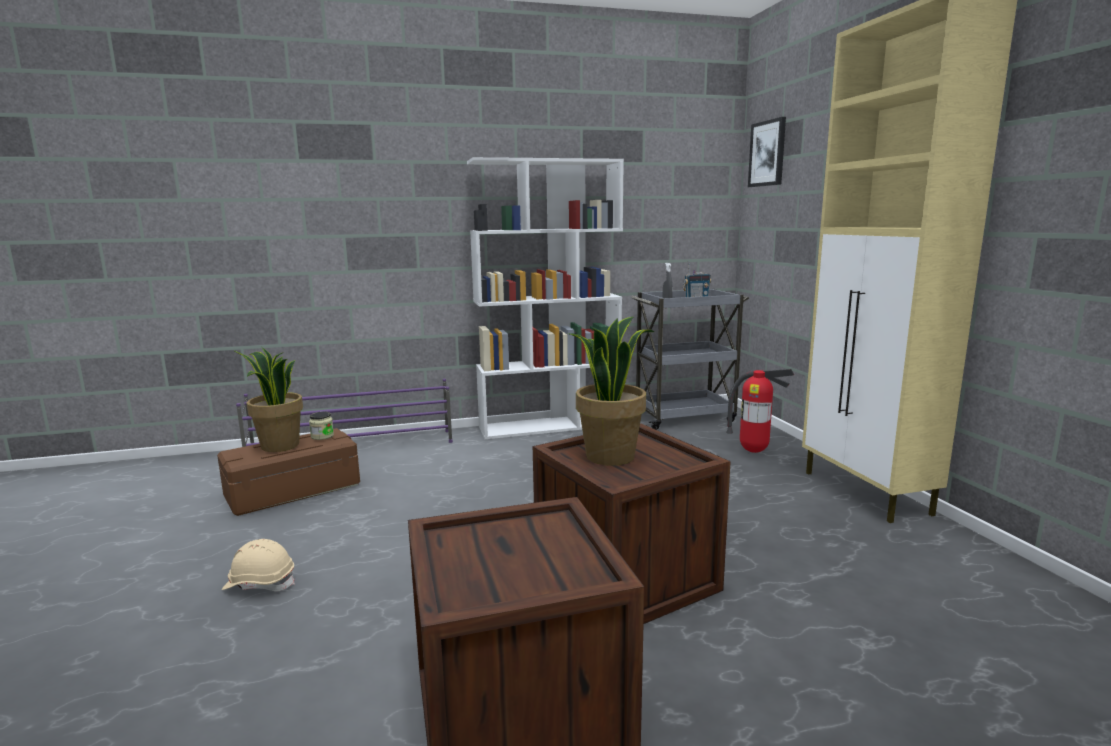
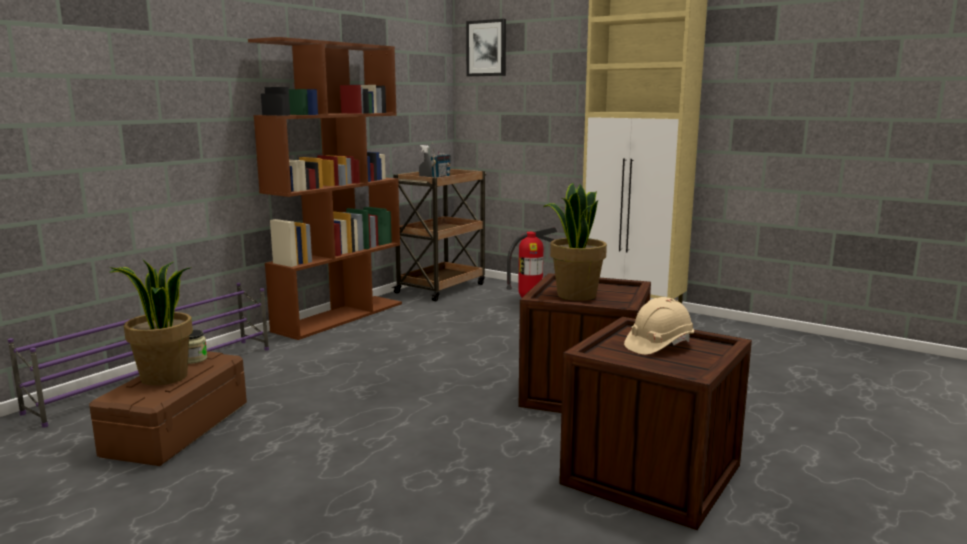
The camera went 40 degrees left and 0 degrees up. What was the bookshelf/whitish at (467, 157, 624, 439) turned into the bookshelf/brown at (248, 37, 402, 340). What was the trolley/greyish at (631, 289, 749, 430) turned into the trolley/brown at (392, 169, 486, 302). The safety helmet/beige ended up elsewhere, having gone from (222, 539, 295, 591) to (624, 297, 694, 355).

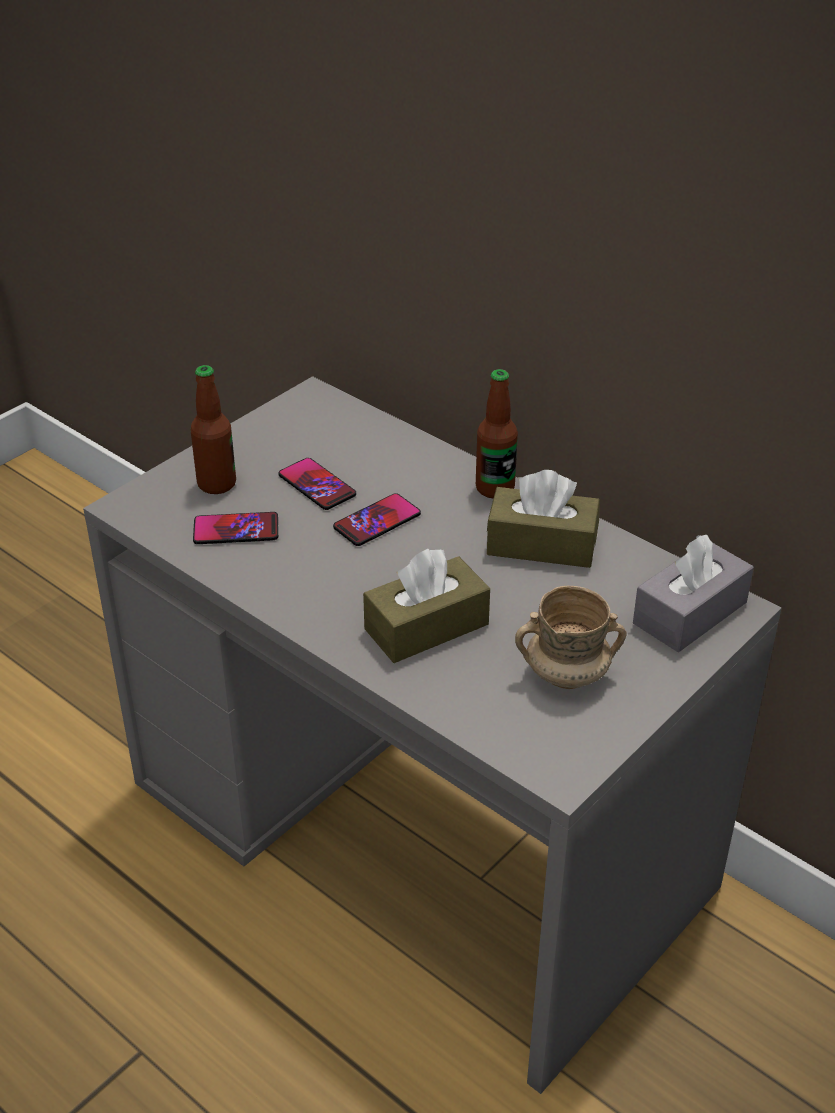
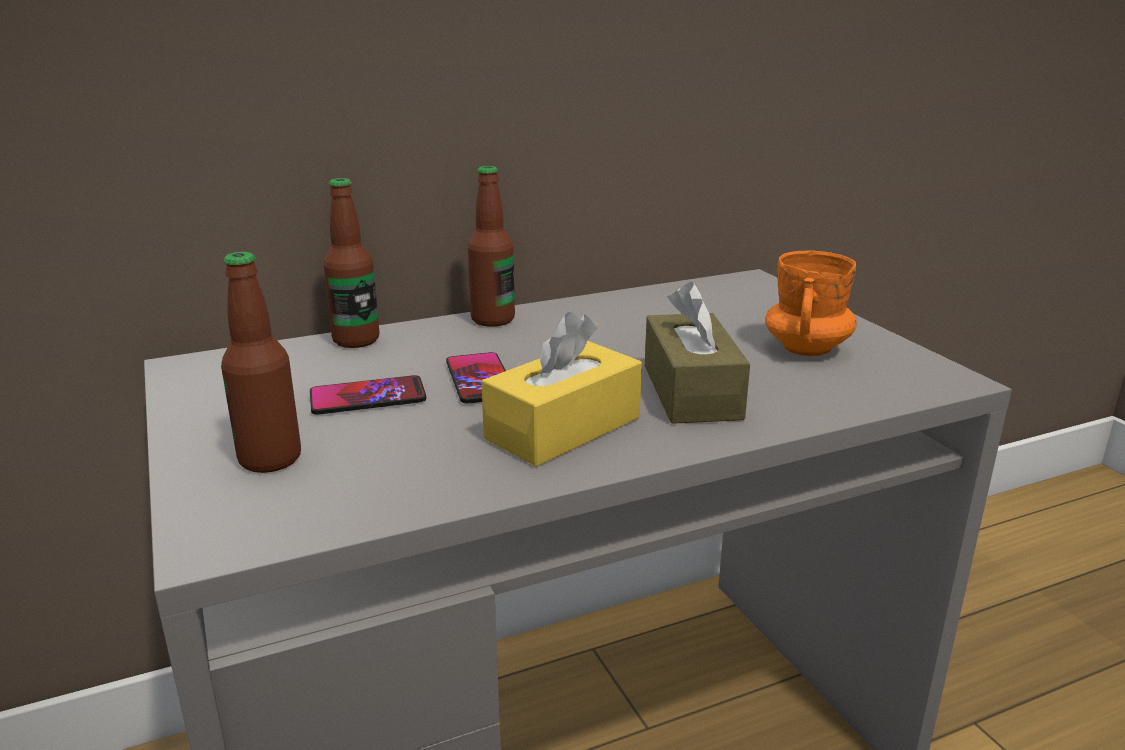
The camera went 65 degrees left and 15 degrees down. The second view lost the tissue holder/brown at (487, 470, 600, 568). The second view lost the handset at (193, 512, 278, 544). The second view lost the tissue holder/greyish at (633, 535, 754, 652). What was the coffee mug/beige at (515, 586, 626, 689) turned into the coffee mug/orangey at (765, 251, 857, 356). The second view gained the beverage bottle at (323, 178, 380, 348). The second view gained the tissue holder/yellowish at (481, 312, 642, 467).

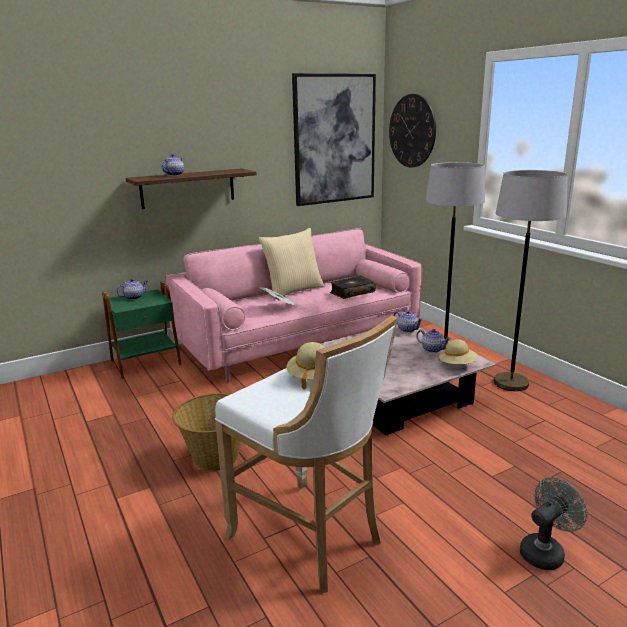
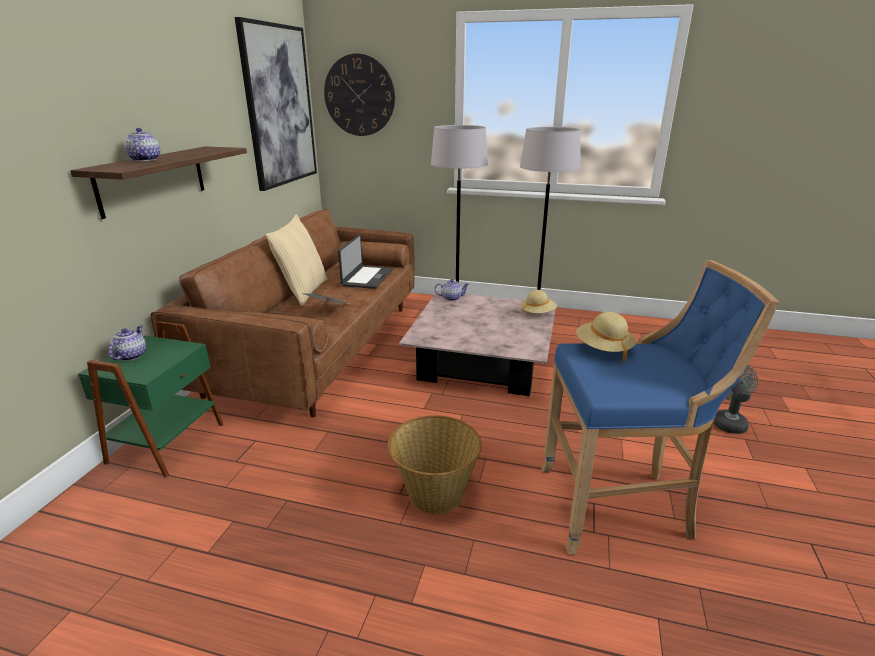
The camera went 45 degrees left and 5 degrees up. What was the settee/pinkish at (165, 228, 422, 382) turned into the settee/brown at (150, 209, 415, 417). Where the book stood at (330, 276, 376, 299), the portable computer came to stand at (338, 235, 393, 289). What was the stool/whitish at (215, 315, 398, 593) turned into the stool/blue at (541, 260, 779, 555). The second view lost the pot for tea at (416, 329, 451, 353).

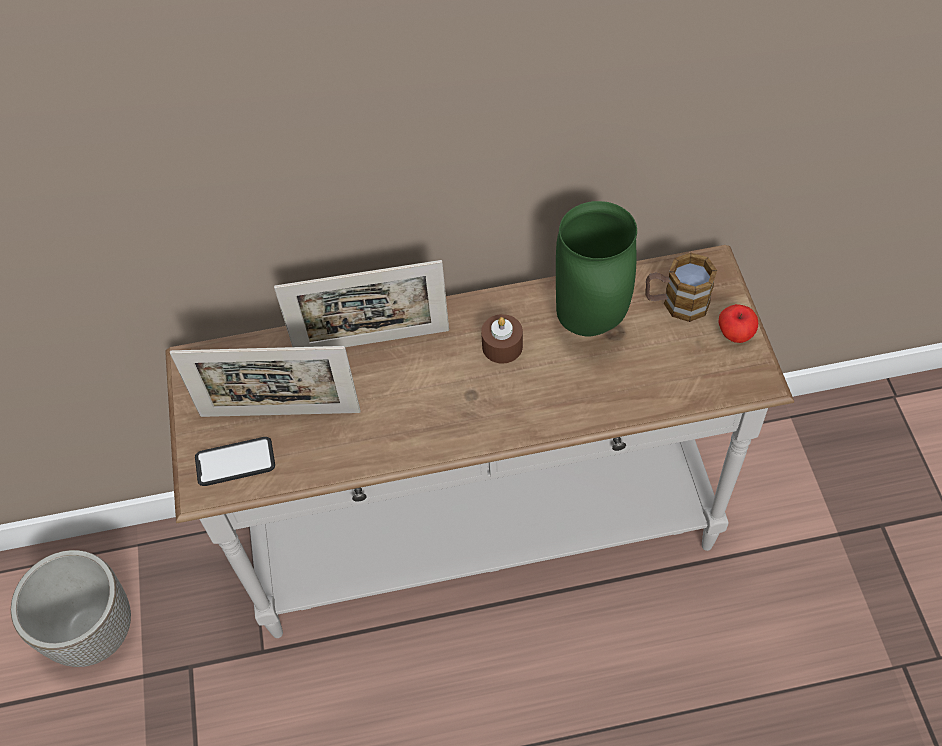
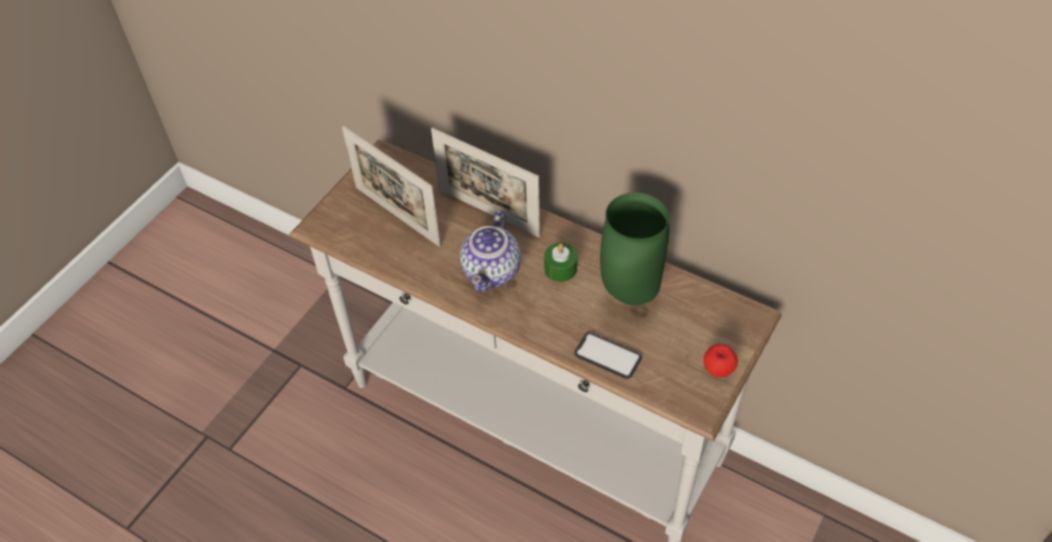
The camera went 40 degrees right and 5 degrees down. The second view lost the coffee mug at (646, 252, 717, 322). What was the candle/brown at (481, 314, 523, 363) turned into the candle/greenish at (544, 243, 577, 282). The handset ended up elsewhere, having gone from (195, 437, 275, 486) to (574, 332, 642, 379). The second view lost the planter at (11, 550, 131, 667). The second view gained the pot for tea at (460, 210, 521, 292).

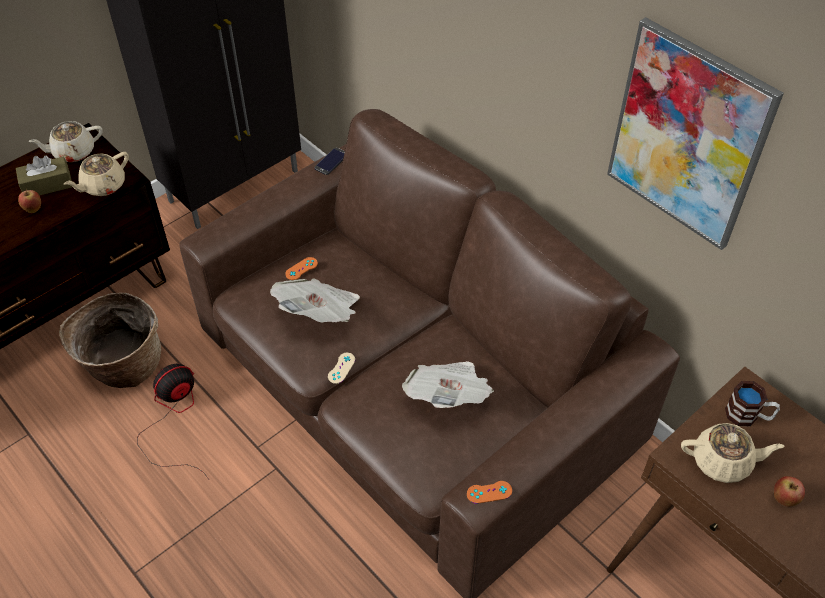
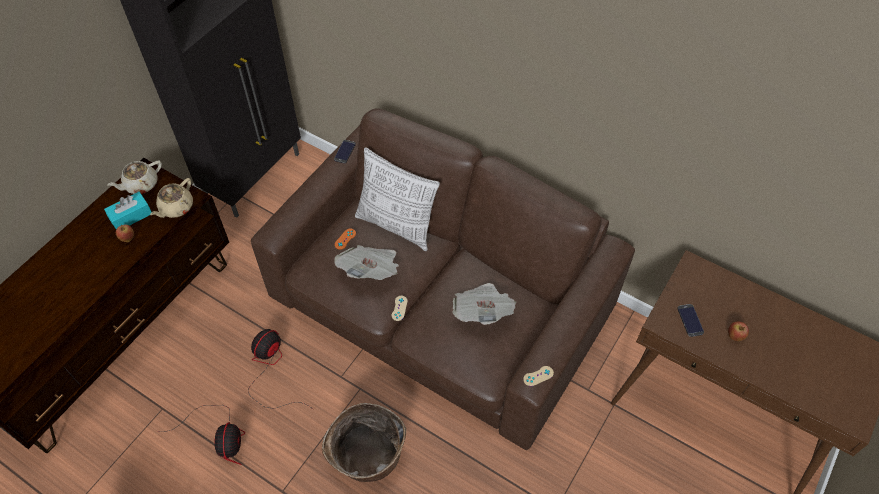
The camera went 15 degrees left and 5 degrees up. The second view lost the wall picture at (607, 17, 784, 250). What was the tissue holder/brown at (16, 156, 72, 195) turned into the tissue holder/blue-green at (104, 192, 152, 229). The household basket ended up elsewhere, having gone from (59, 293, 161, 388) to (322, 403, 406, 482). The second view lost the coffee mug at (725, 381, 780, 426). Where the pot for tea/beige stood at (681, 423, 784, 483), the handset came to stand at (677, 304, 704, 337). What was the game controller/orangey at (467, 481, 512, 504) turned into the game controller/beige at (523, 366, 554, 386). The second view gained the cushion at (355, 147, 440, 251). The second view gained the electric fan at (160, 405, 245, 465).

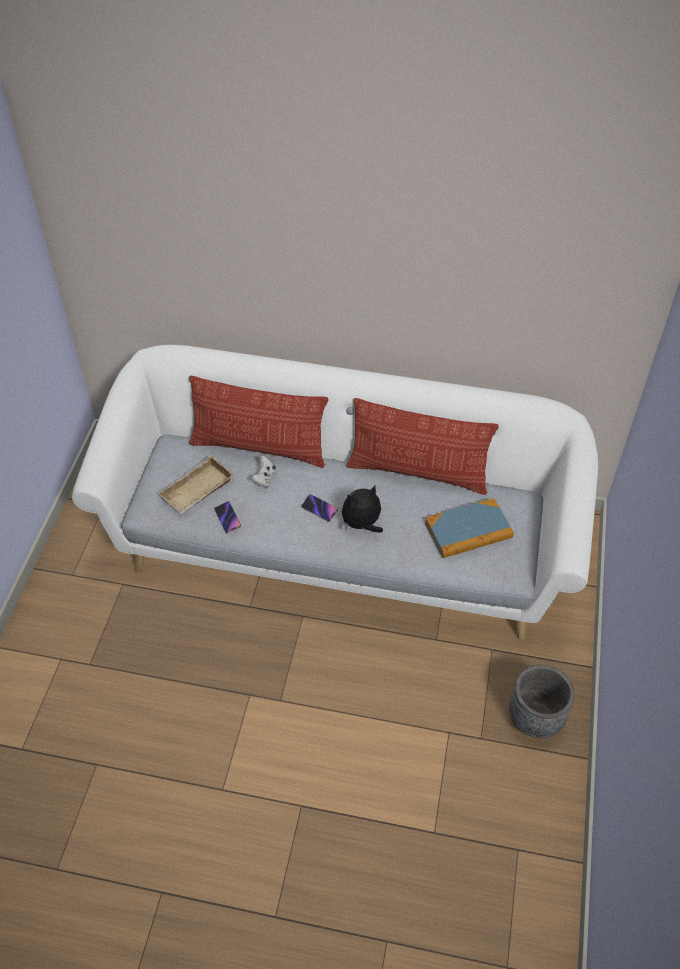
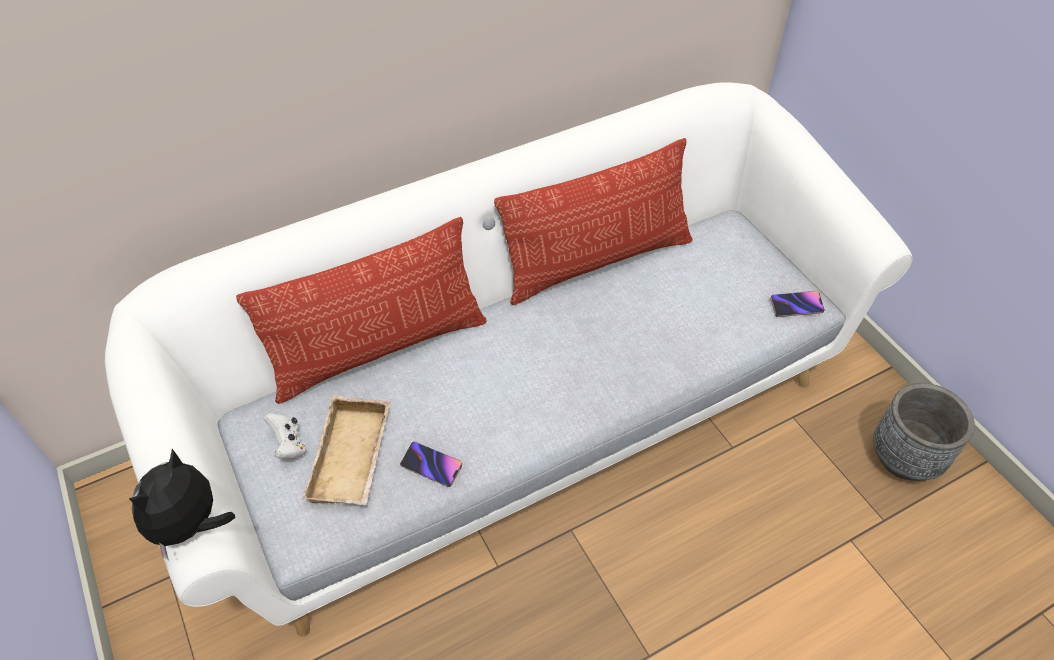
The camera went 40 degrees left and 0 degrees up. The game controller/whitish ended up elsewhere, having gone from (251, 456, 276, 488) to (263, 413, 307, 459). The soft toy ended up elsewhere, having gone from (342, 486, 383, 533) to (129, 449, 235, 560). The handset ended up elsewhere, having gone from (301, 494, 338, 522) to (770, 291, 825, 317). The second view lost the book at (425, 498, 514, 558).

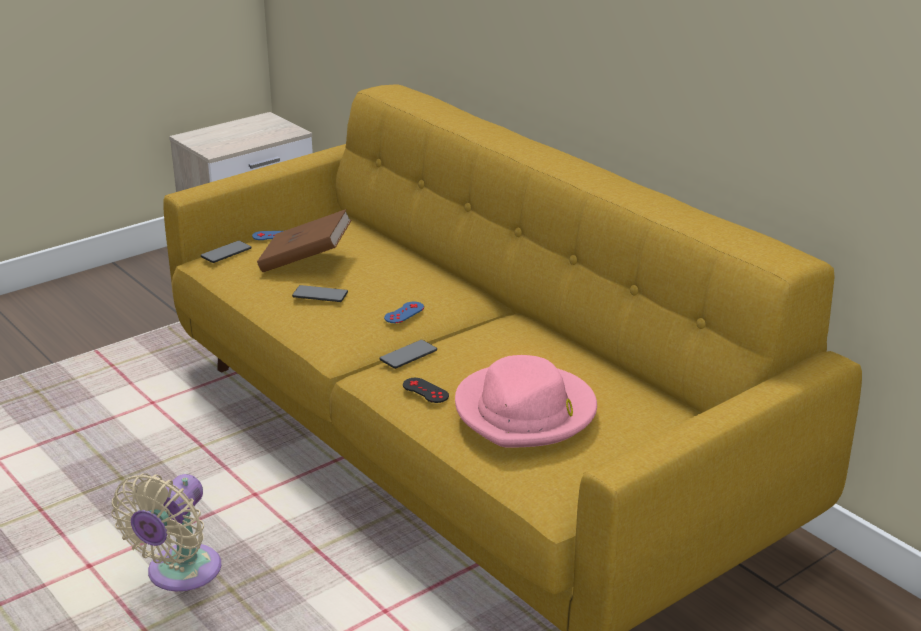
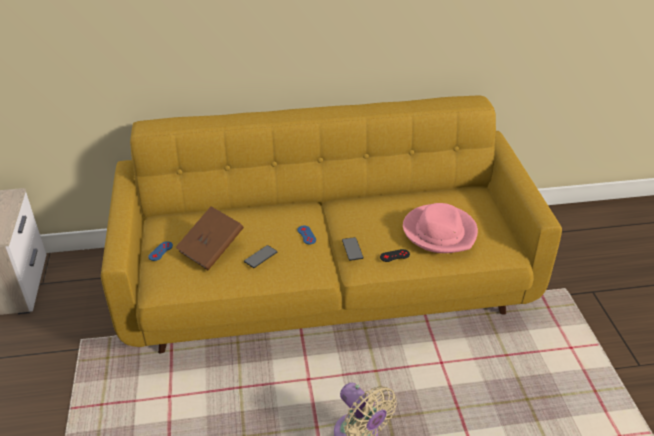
The camera went 60 degrees left and 10 degrees up. The second view lost the handset at (201, 241, 252, 263).

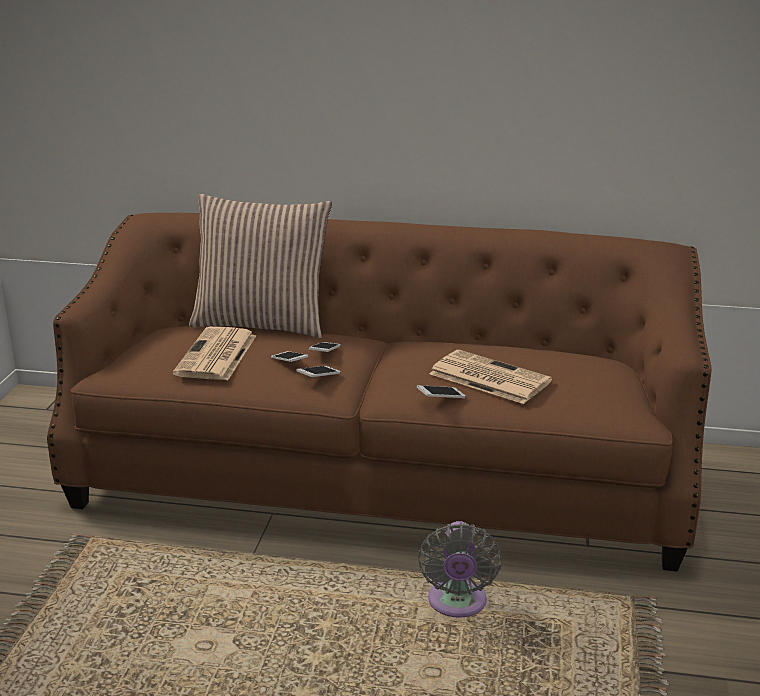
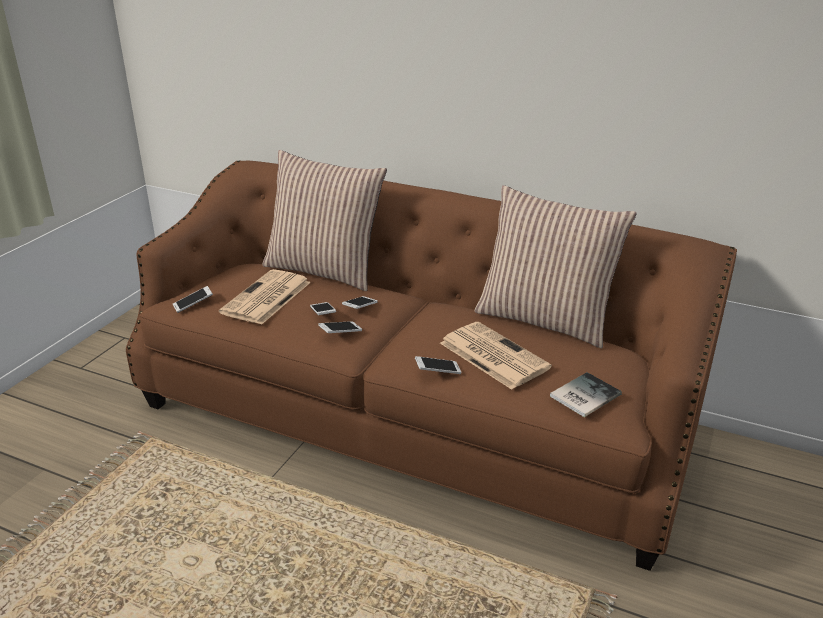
The camera went 15 degrees right and 5 degrees up. The second view lost the electric fan/greyish at (418, 521, 502, 618). The second view gained the cushion at (475, 185, 637, 348). The second view gained the handset at (173, 286, 213, 313). The second view gained the book at (550, 372, 622, 417).

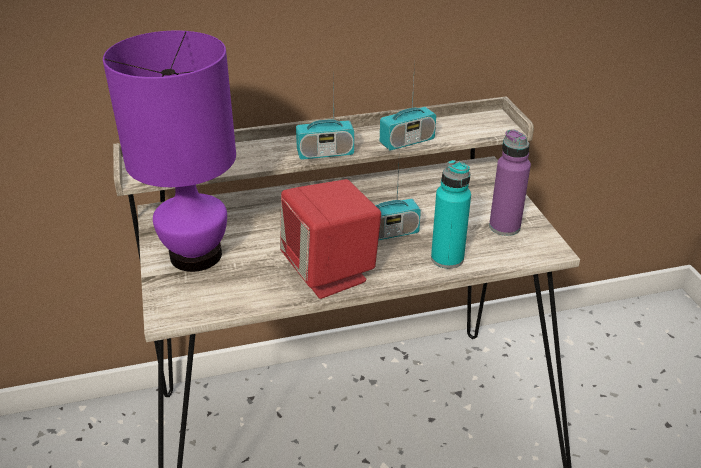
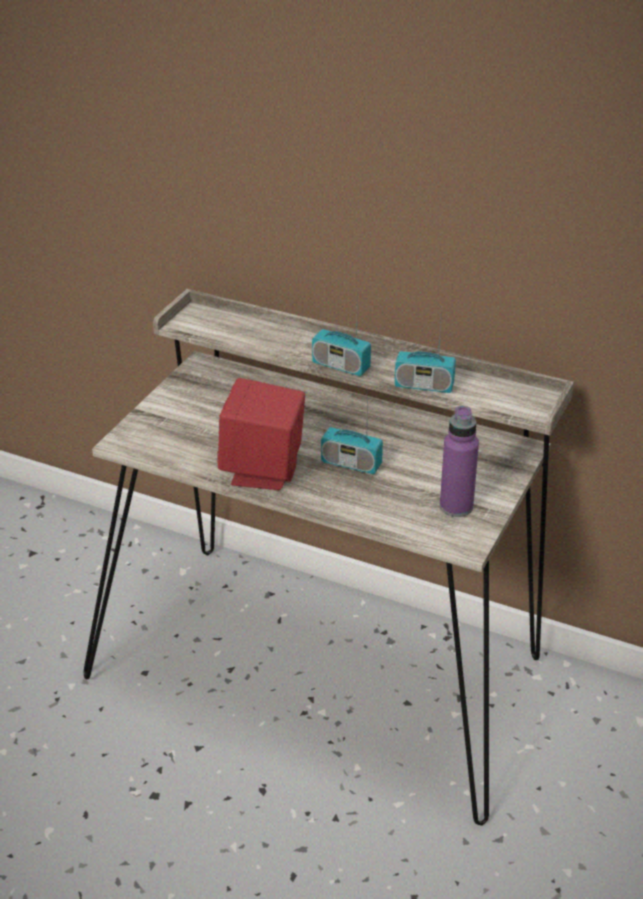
The camera went 40 degrees right and 0 degrees up. The second view lost the lamp for a table/purple at (103, 31, 236, 272). The second view lost the beverage bottle/blue-green at (431, 160, 471, 269).

